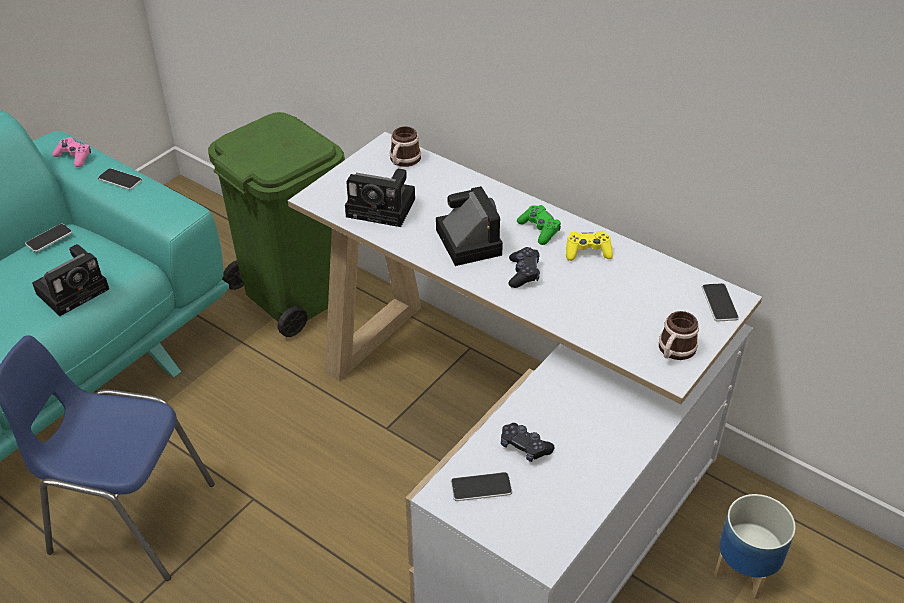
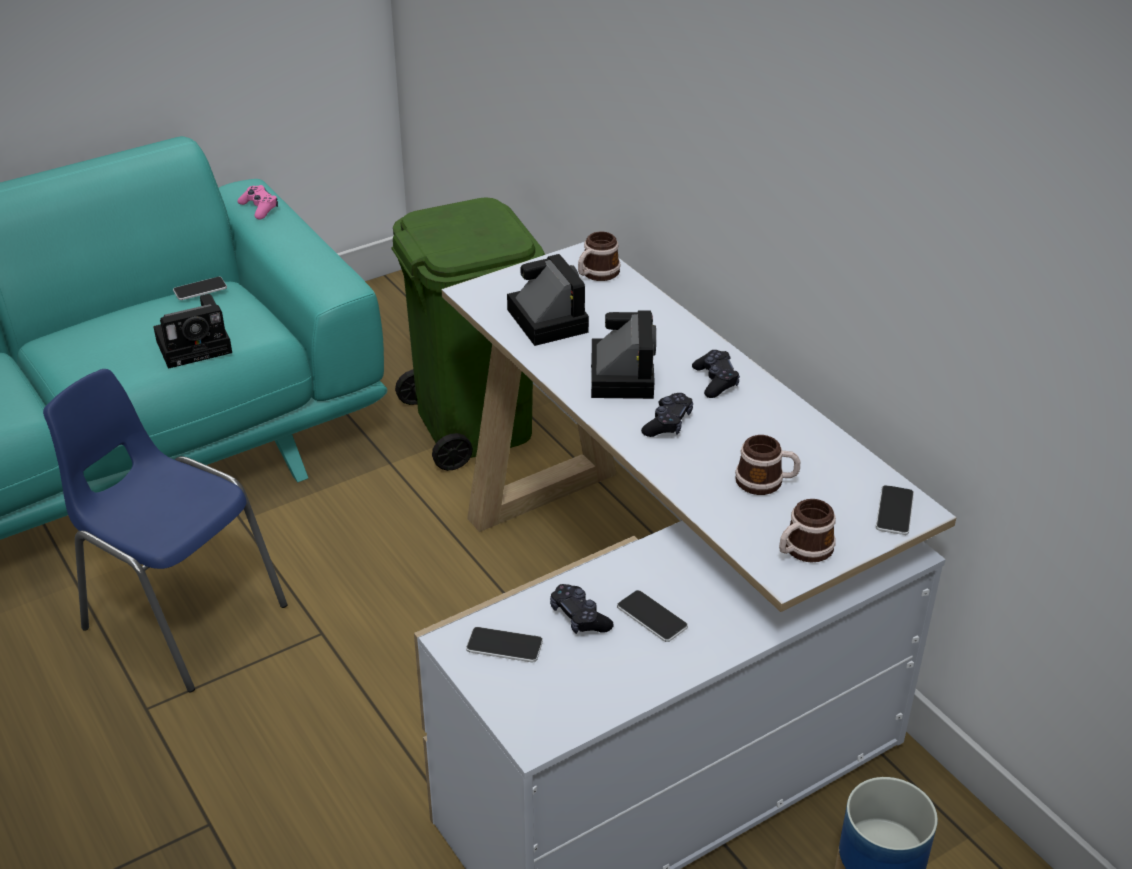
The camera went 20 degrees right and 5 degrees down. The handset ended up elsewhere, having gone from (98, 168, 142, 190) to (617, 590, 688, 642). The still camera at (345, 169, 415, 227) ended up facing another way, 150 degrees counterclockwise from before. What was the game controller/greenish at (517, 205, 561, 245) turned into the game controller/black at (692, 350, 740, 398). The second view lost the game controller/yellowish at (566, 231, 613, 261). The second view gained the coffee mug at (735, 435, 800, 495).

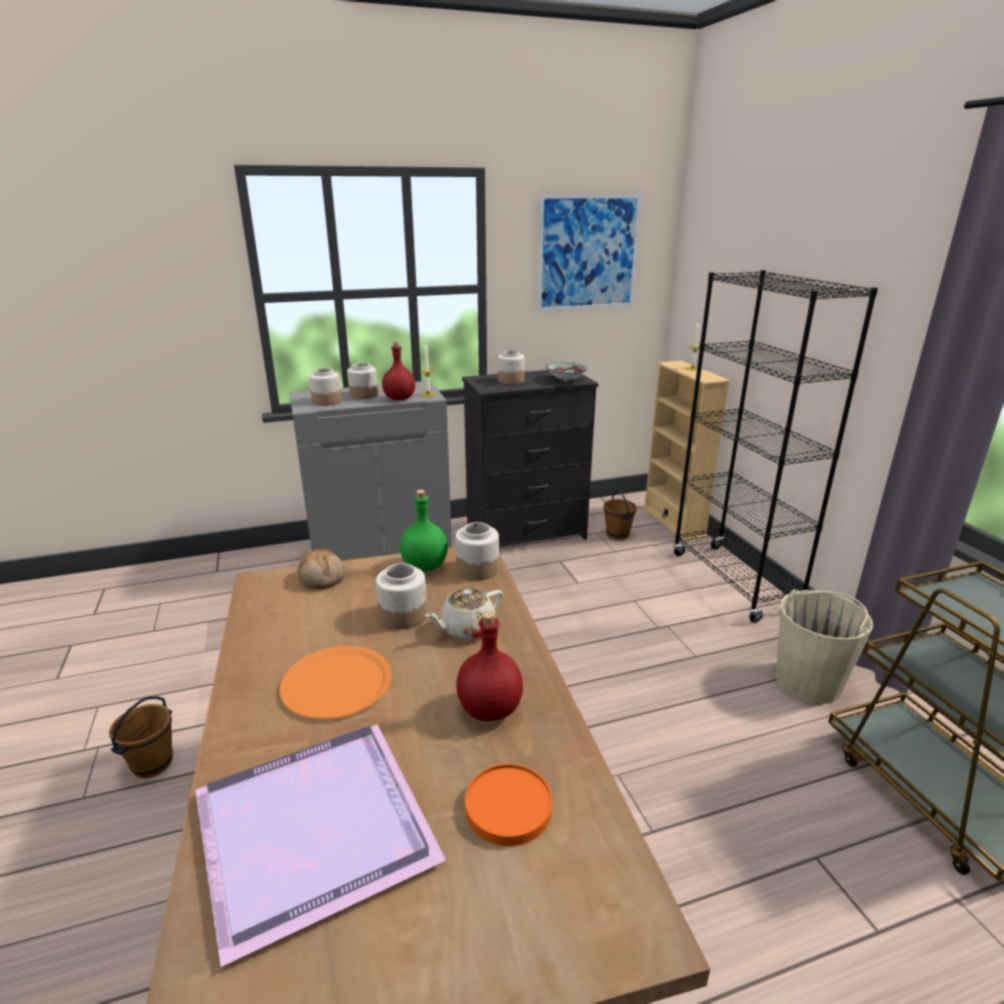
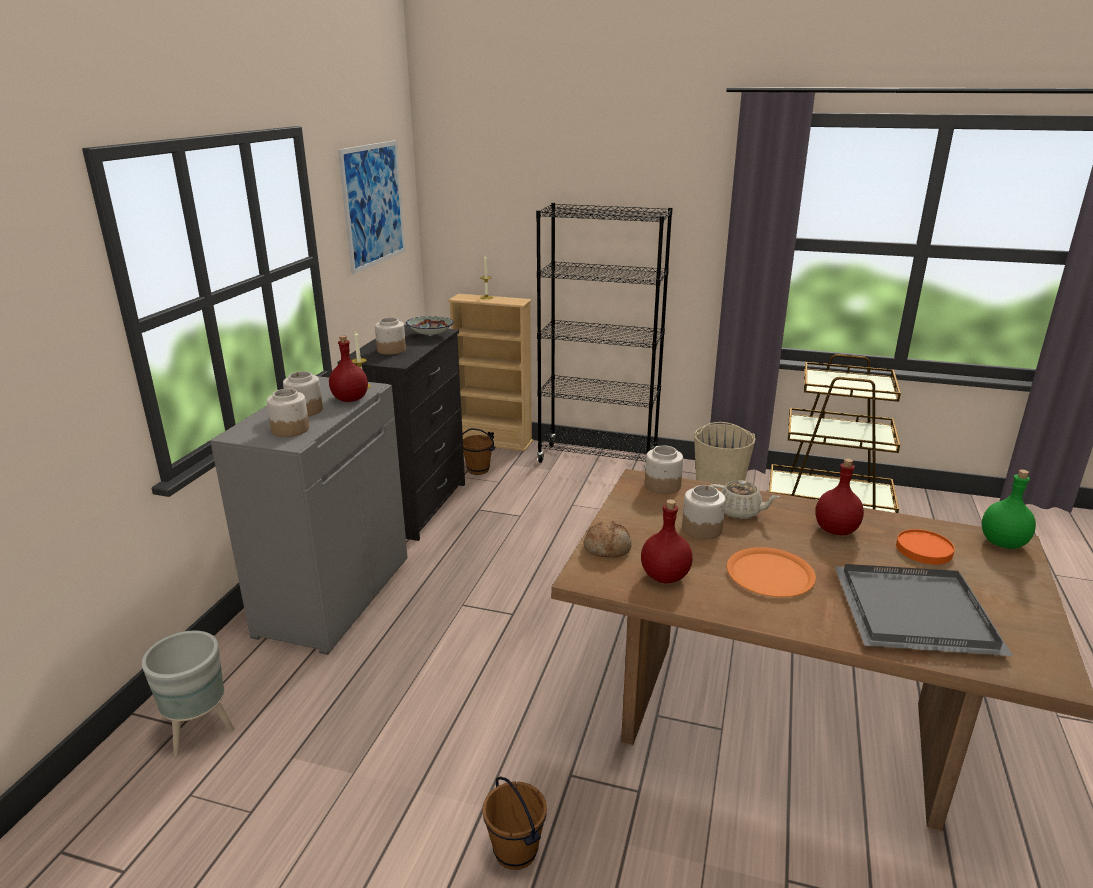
The camera went 55 degrees left and 0 degrees up. The beverage bottle/greenish ended up elsewhere, having gone from (400, 490, 448, 571) to (982, 470, 1036, 549). The pot for tea/beige at (425, 588, 503, 640) ended up facing another way, 60 degrees counterclockwise from before. What was the carrying tray/purple at (195, 724, 446, 967) turned into the carrying tray/greyish at (834, 564, 1013, 656). The second view gained the beverage bottle/red-coloured at (641, 499, 693, 584). The second view gained the planter/greyish at (142, 631, 234, 756).

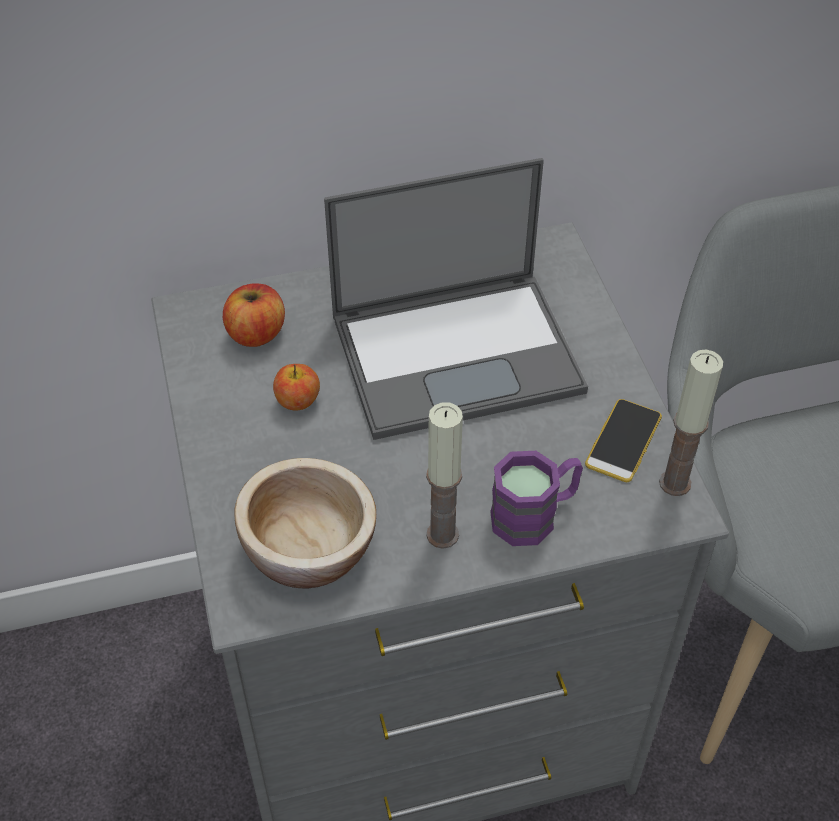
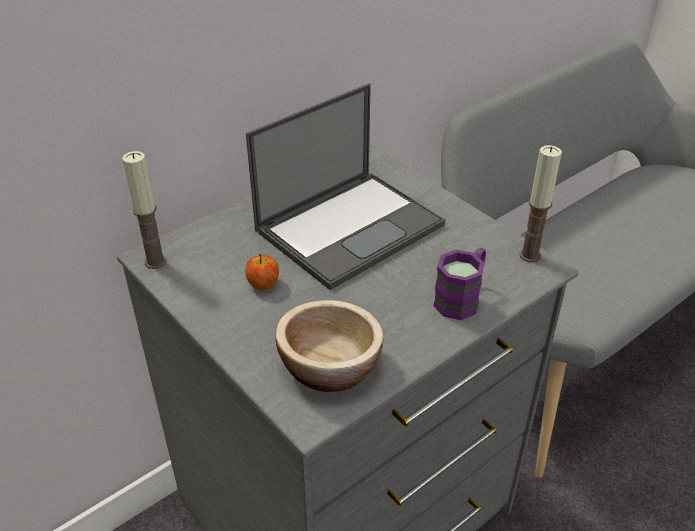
The camera went 25 degrees left and 10 degrees down. The second view lost the whole apple at (223, 283, 285, 347). The second view lost the handset at (585, 399, 662, 482). The candle ended up elsewhere, having gone from (426, 402, 463, 549) to (122, 151, 166, 269).

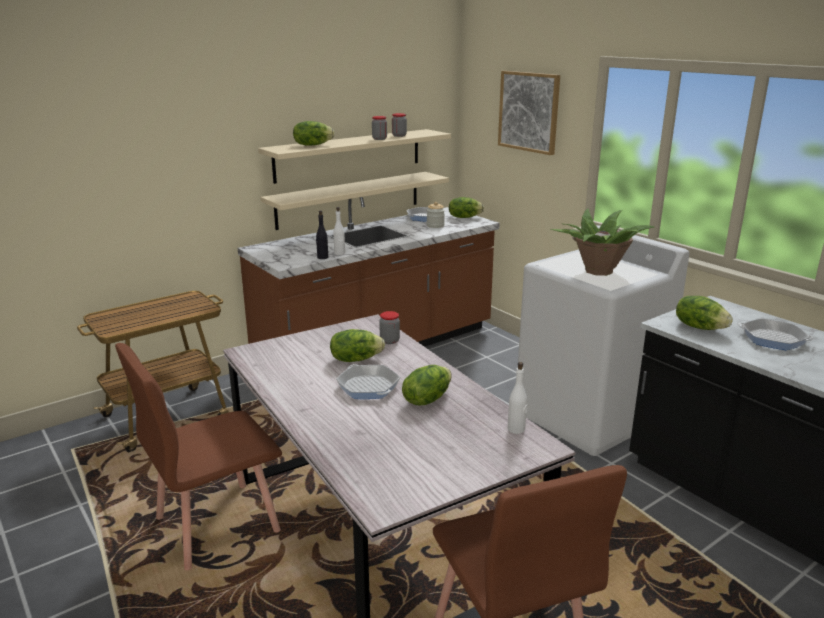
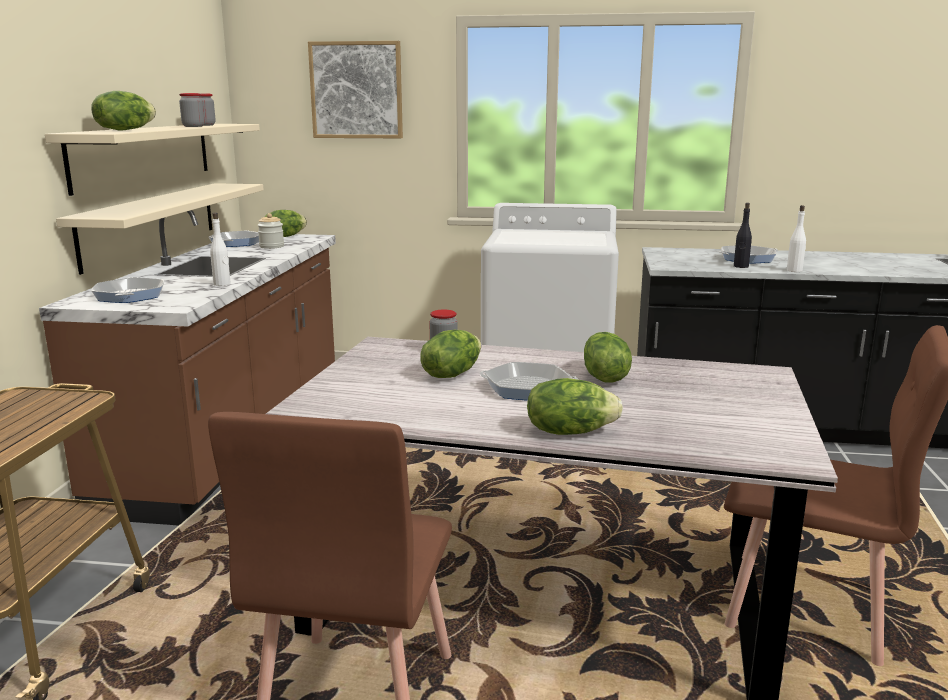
The camera went 45 degrees left and 5 degrees down. The second view lost the plant in a pot at (551, 208, 654, 276). The beverage bottle/black ended up elsewhere, having gone from (316, 211, 328, 259) to (734, 203, 752, 268). The lettuce ended up elsewhere, having gone from (676, 296, 733, 330) to (527, 378, 623, 435). The beverage bottle/whitish ended up elsewhere, having gone from (508, 362, 527, 434) to (787, 205, 806, 272). The second view gained the frying pan at (92, 277, 164, 303).

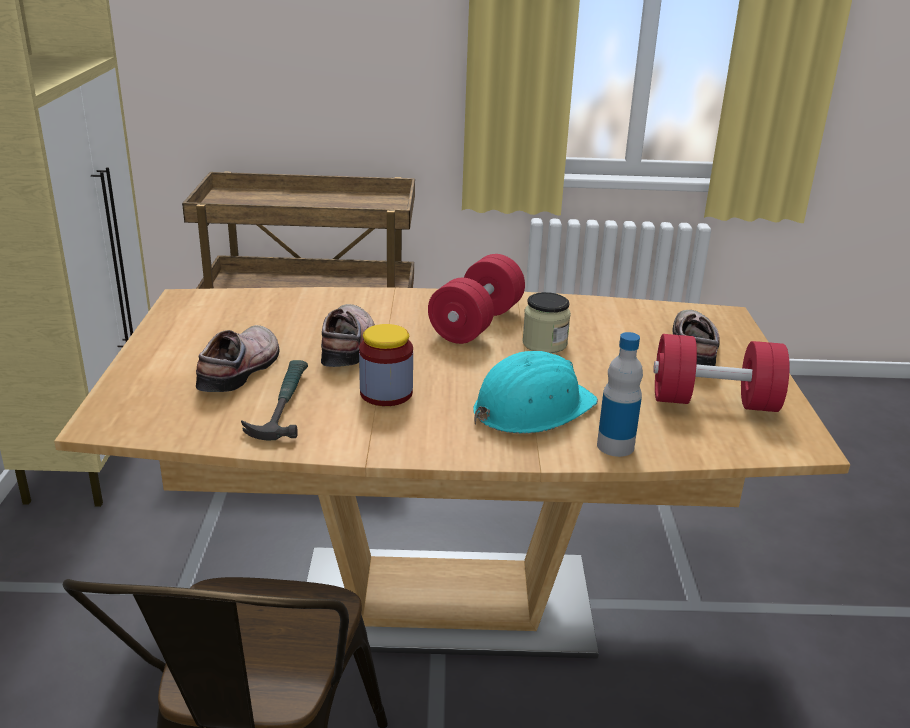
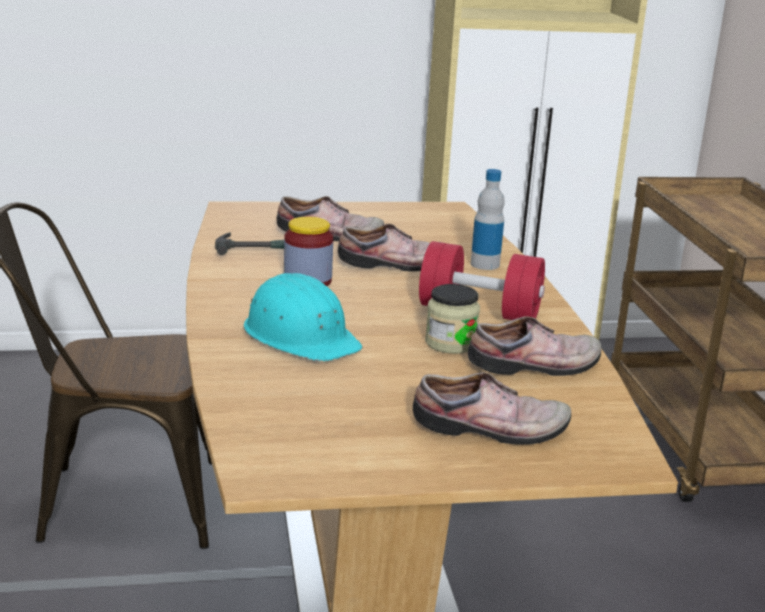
The camera went 80 degrees right and 5 degrees down. The beverage bottle ended up elsewhere, having gone from (597, 332, 643, 457) to (471, 169, 505, 270). The second view lost the free weight/red-coloured at (653, 334, 789, 412). The second view gained the low shoe at (468, 316, 602, 376).

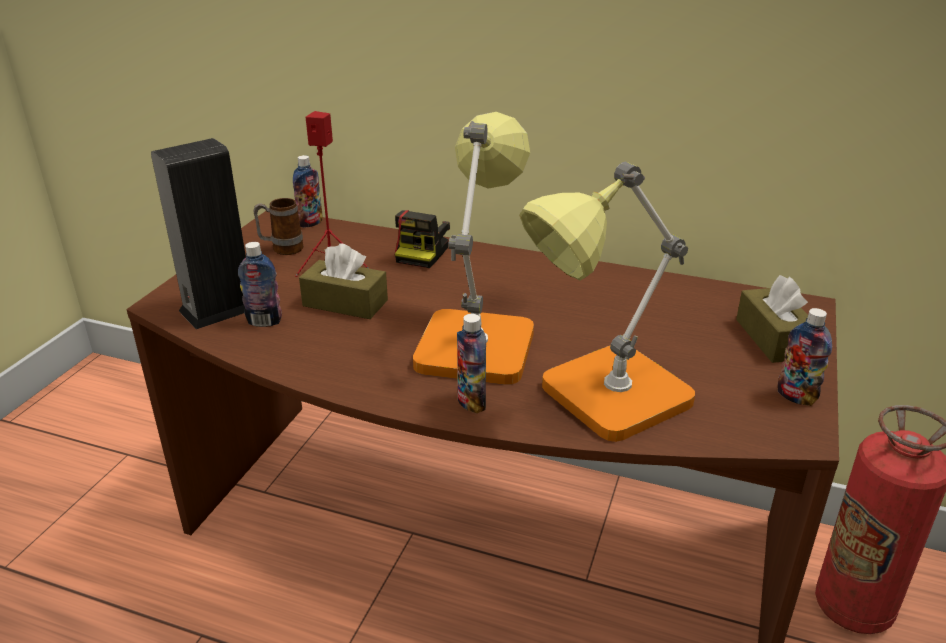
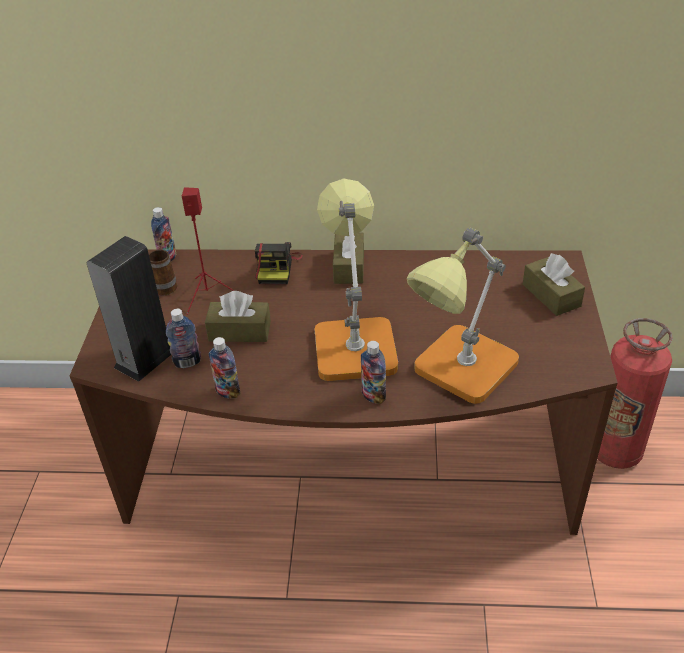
The camera went 15 degrees left and 10 degrees up. The beverage bottle ended up elsewhere, having gone from (778, 308, 832, 406) to (209, 337, 240, 399). The second view gained the tissue holder/brown at (333, 232, 364, 284).

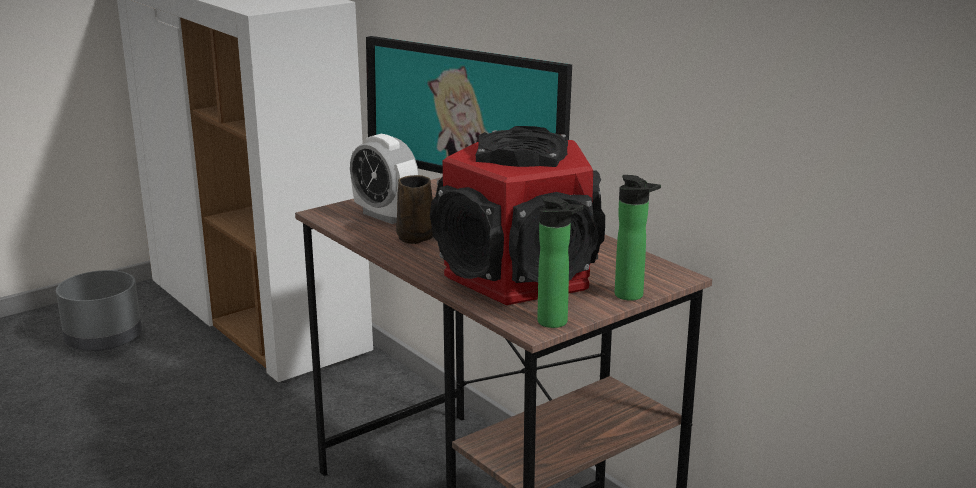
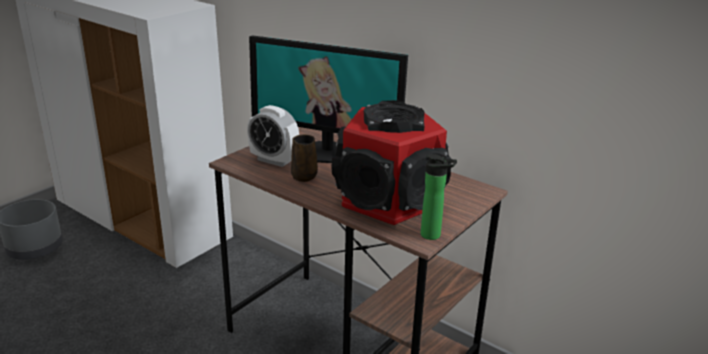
The camera went 15 degrees left and 5 degrees up. The second view lost the beverage bottle at (615, 175, 661, 301).

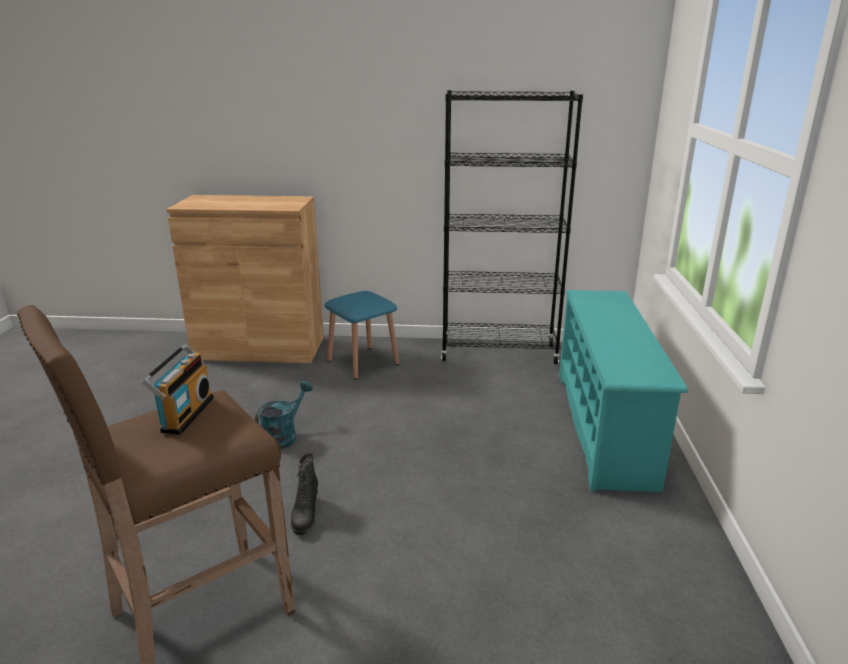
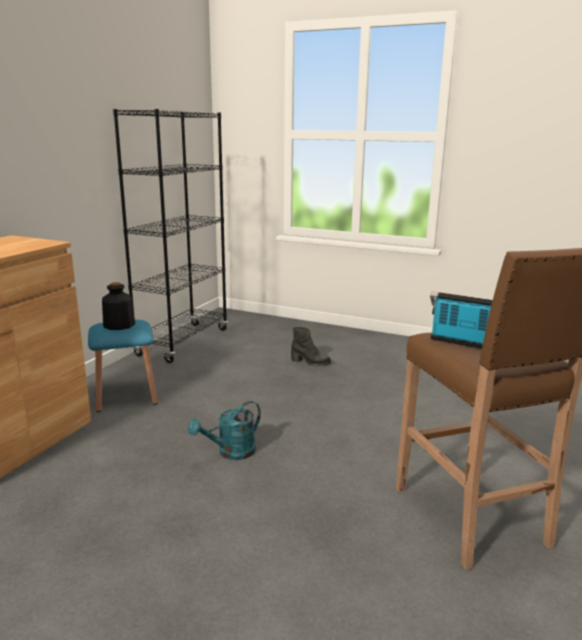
The camera went 70 degrees left and 5 degrees down. The second view lost the shoe shelf/blue-green at (559, 290, 688, 492). The watering can/blue-green at (255, 381, 313, 449) ended up facing another way, 90 degrees counterclockwise from before. The tall boot/black ended up elsewhere, having gone from (291, 453, 318, 535) to (291, 327, 331, 366). The second view gained the beverage bottle at (102, 282, 135, 330).

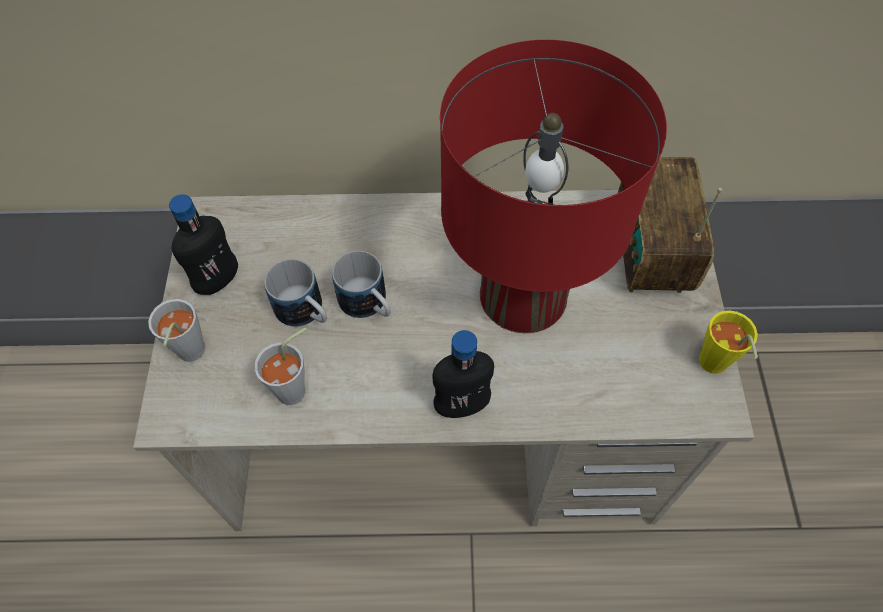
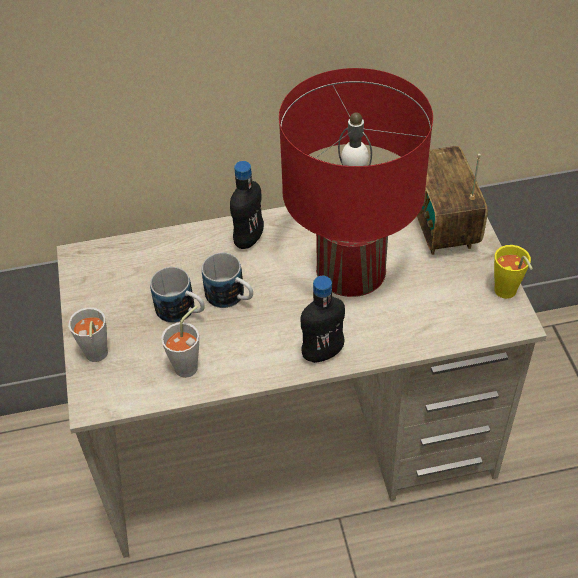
The camera went 10 degrees left and 10 degrees down. The beverage bottle/black ended up elsewhere, having gone from (169, 194, 238, 295) to (230, 161, 264, 249).

